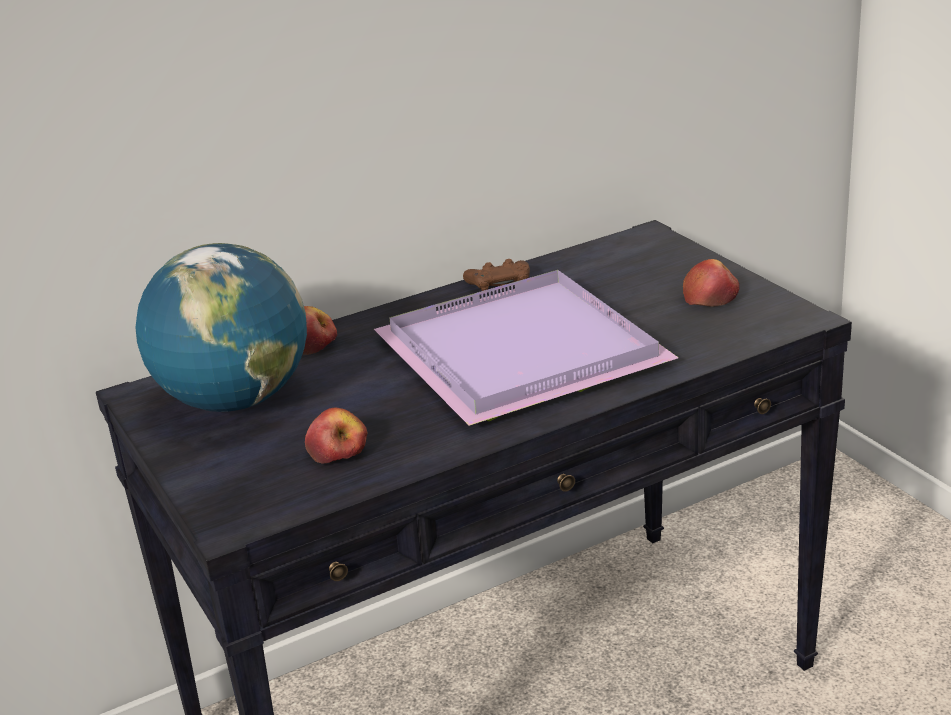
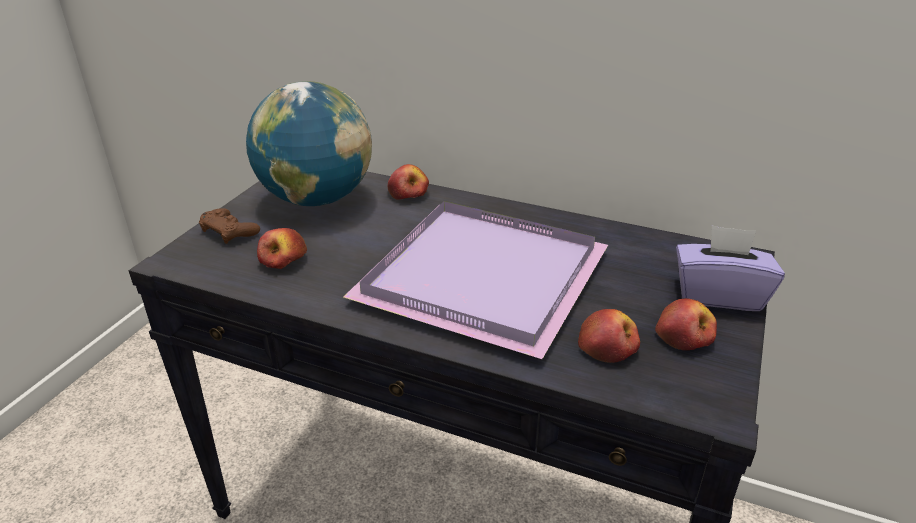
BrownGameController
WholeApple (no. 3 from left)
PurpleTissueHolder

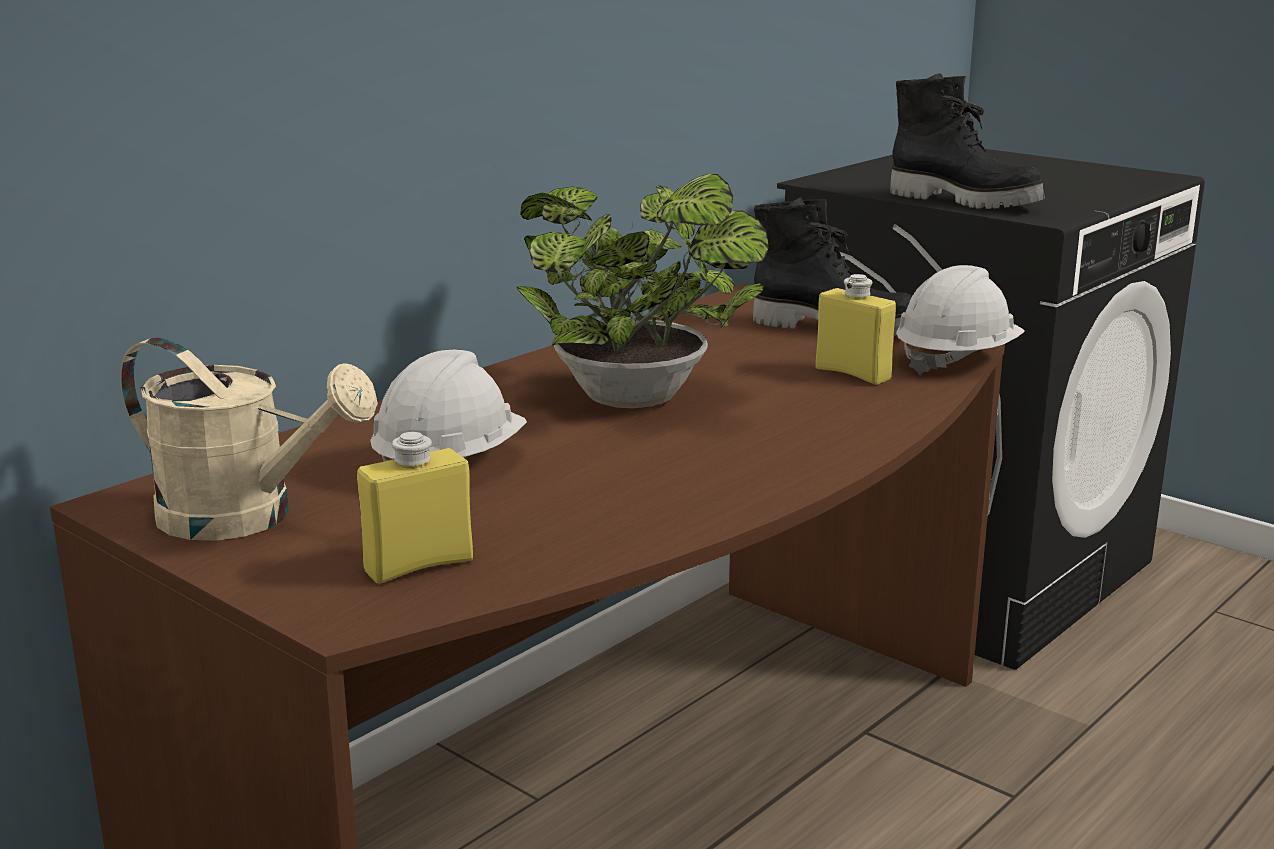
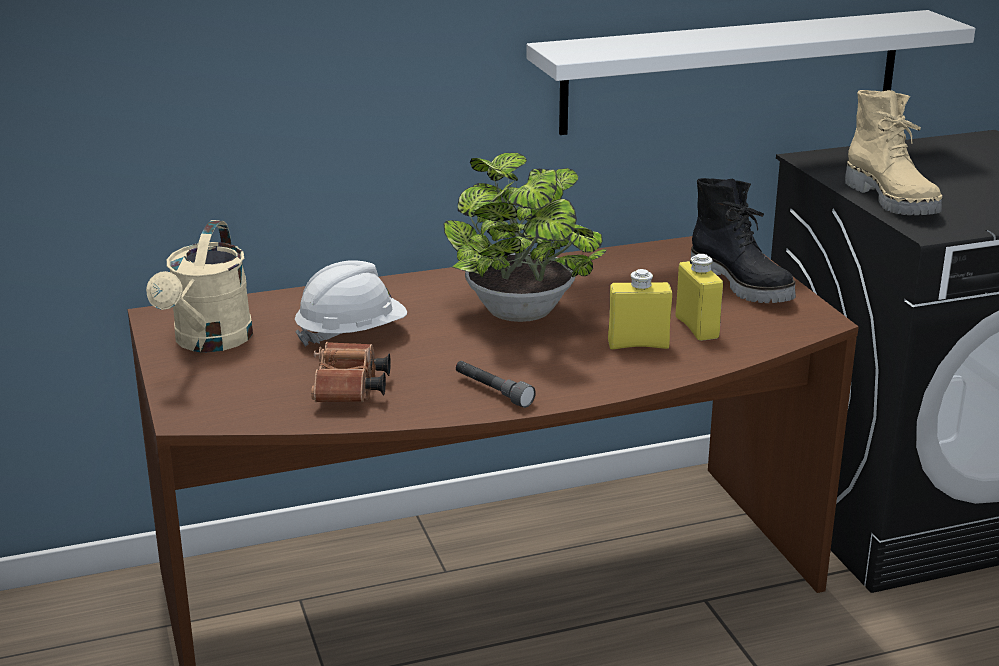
BeigeColouredWateringCan
BrownPairOfBinoculars
GrayHandTorch
WhitishWallShelf
YellowBeverageBottle (no. 1 from left)
BeigeColouredTallBoot
WhitishWorkHelmet (no. 2 from left in the first image)

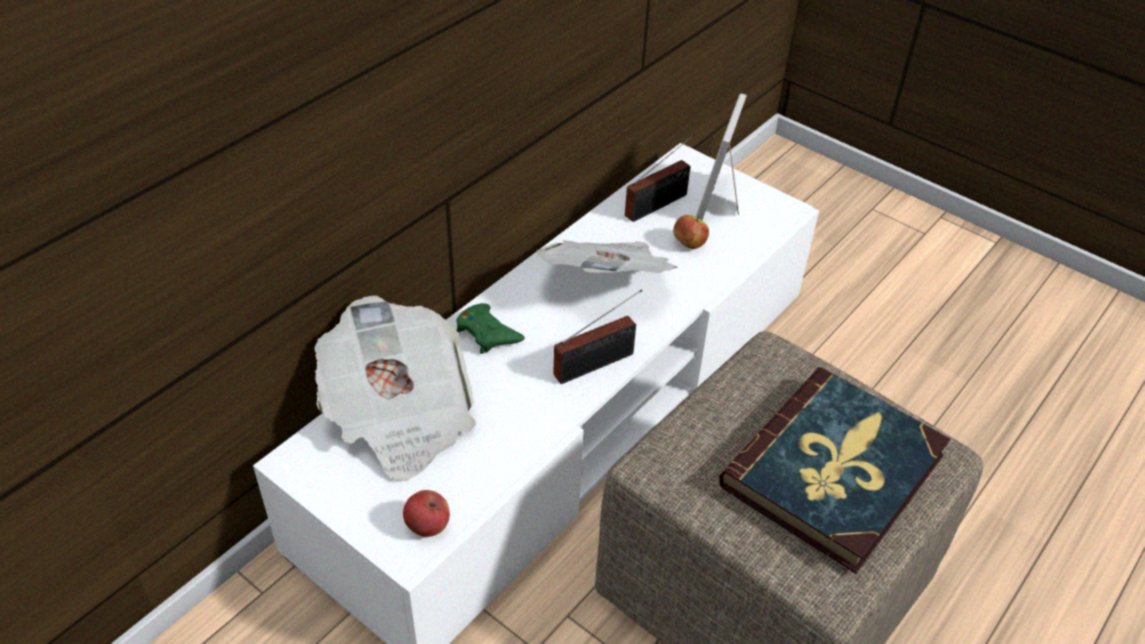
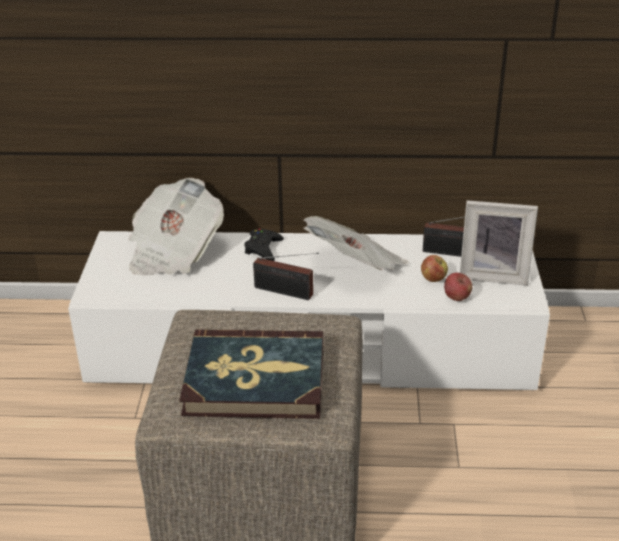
BlackGameController
WholeApple (no. 2 from left)
PhotoFrame

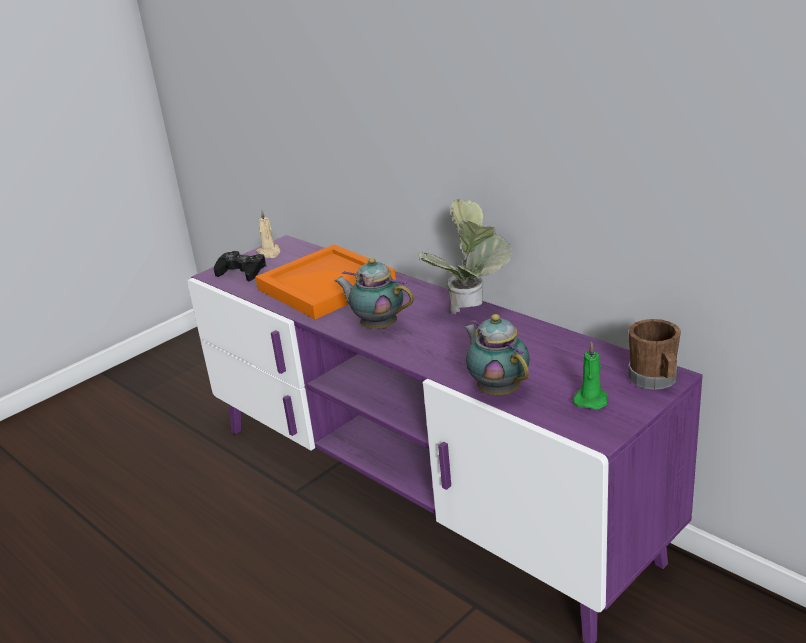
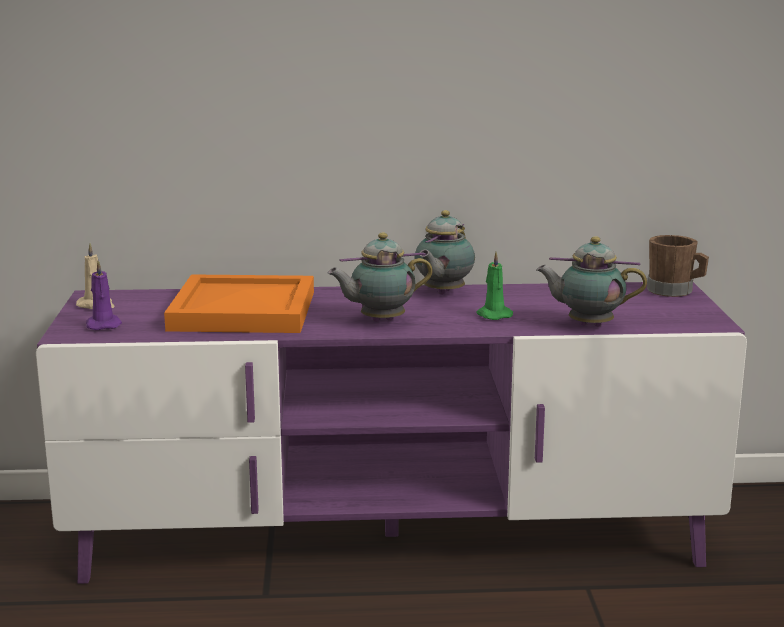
PurpleWaxCandle
PotForTea (no. 2 from left)
GreenWaxCandle

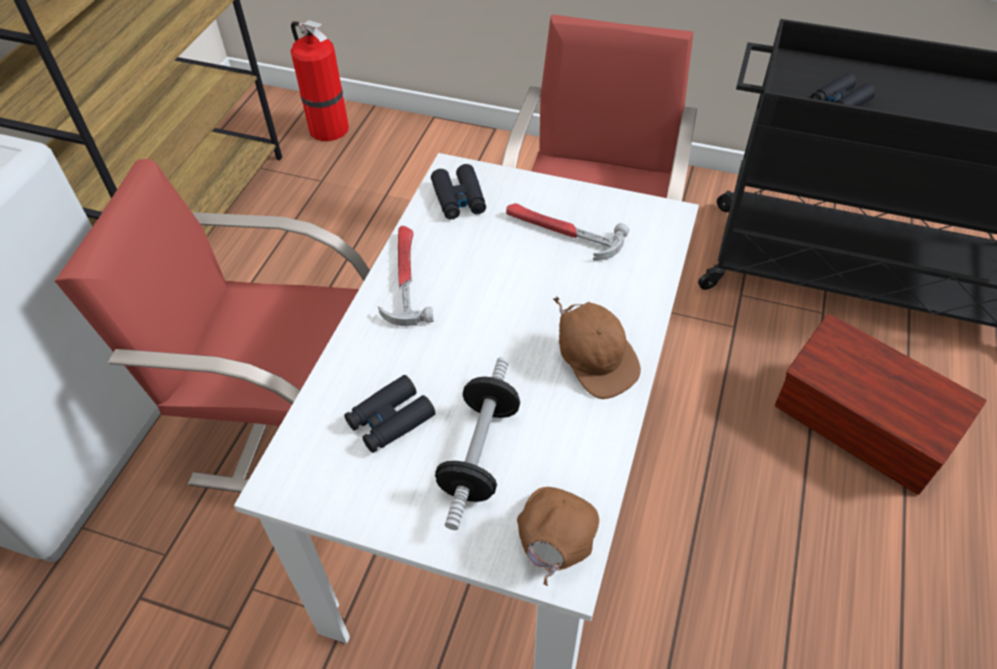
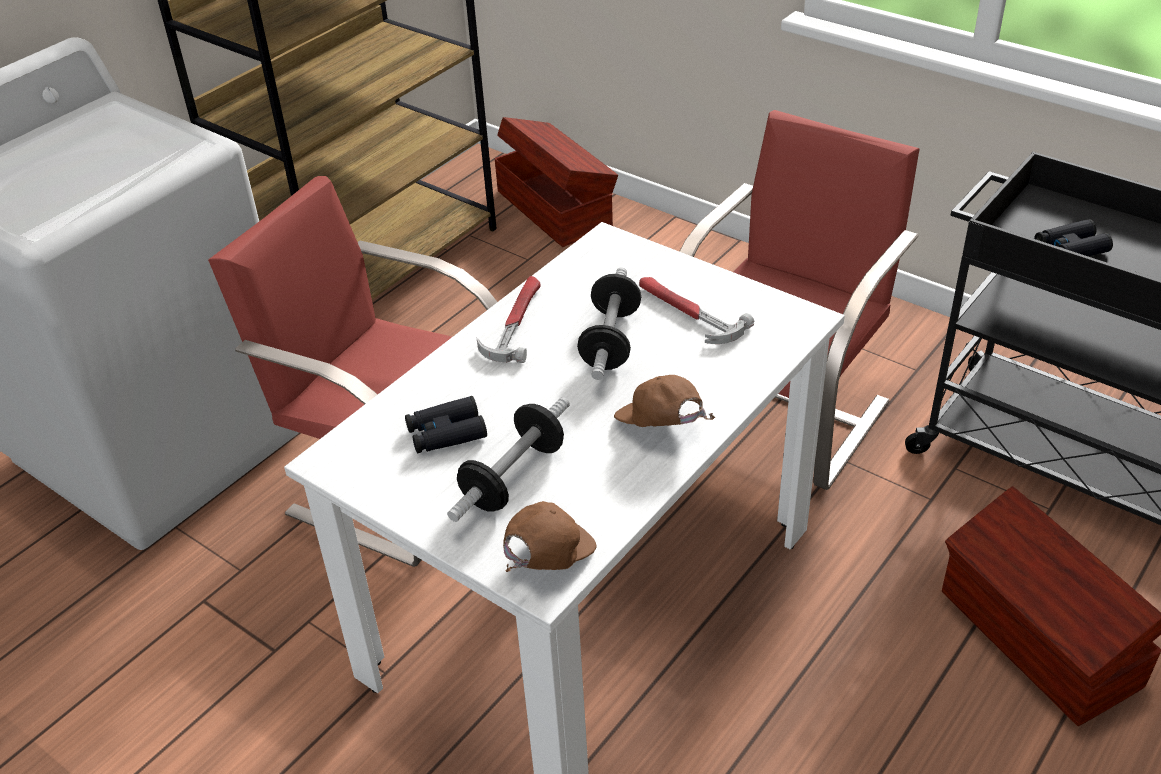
BrownStorageContainer (no. 1 from left)
FreeWeight (no. 2 from left)
BrownBaseballCap (no. 2 from left)
BlackPairOfBinoculars (no. 2 from left in the first image)

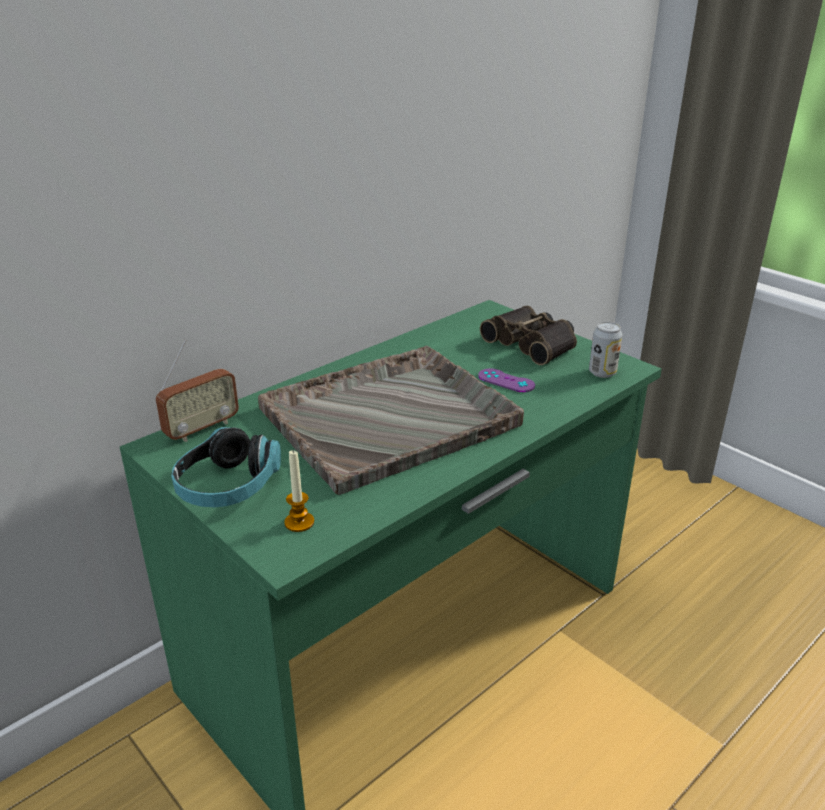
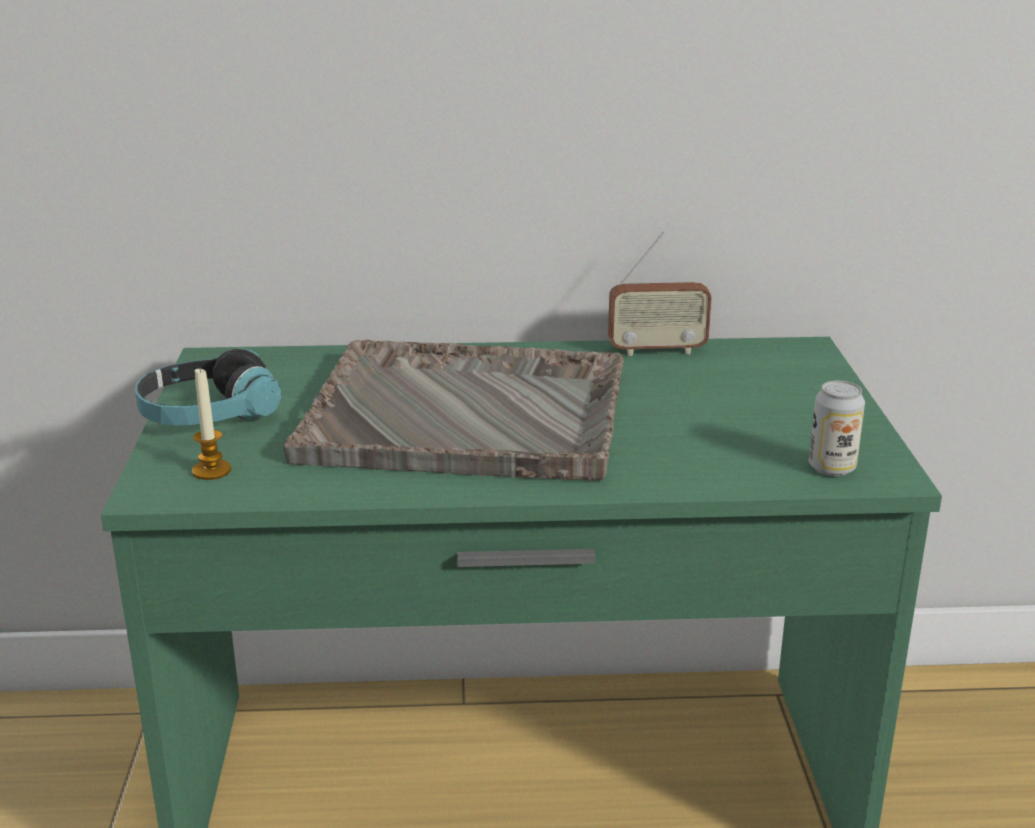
RadioReceiver
PurpleGameController
PairOfBinoculars

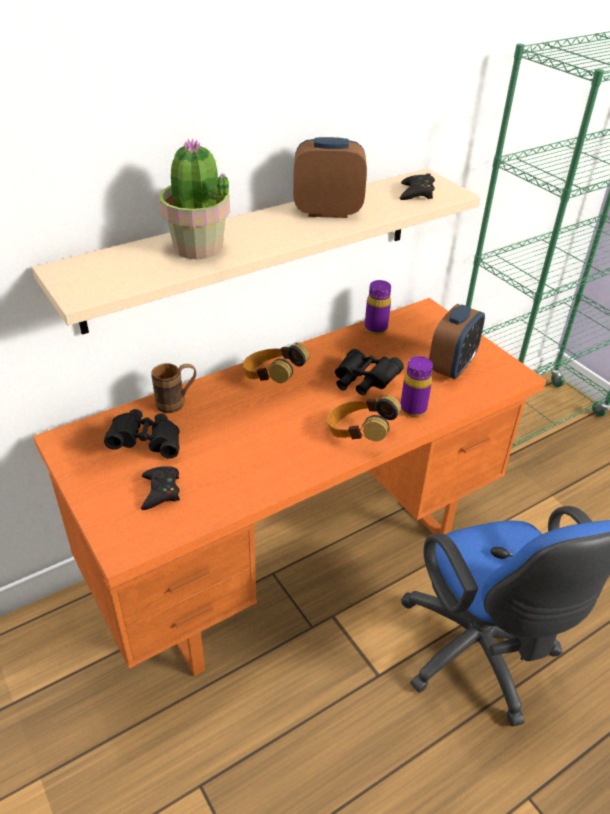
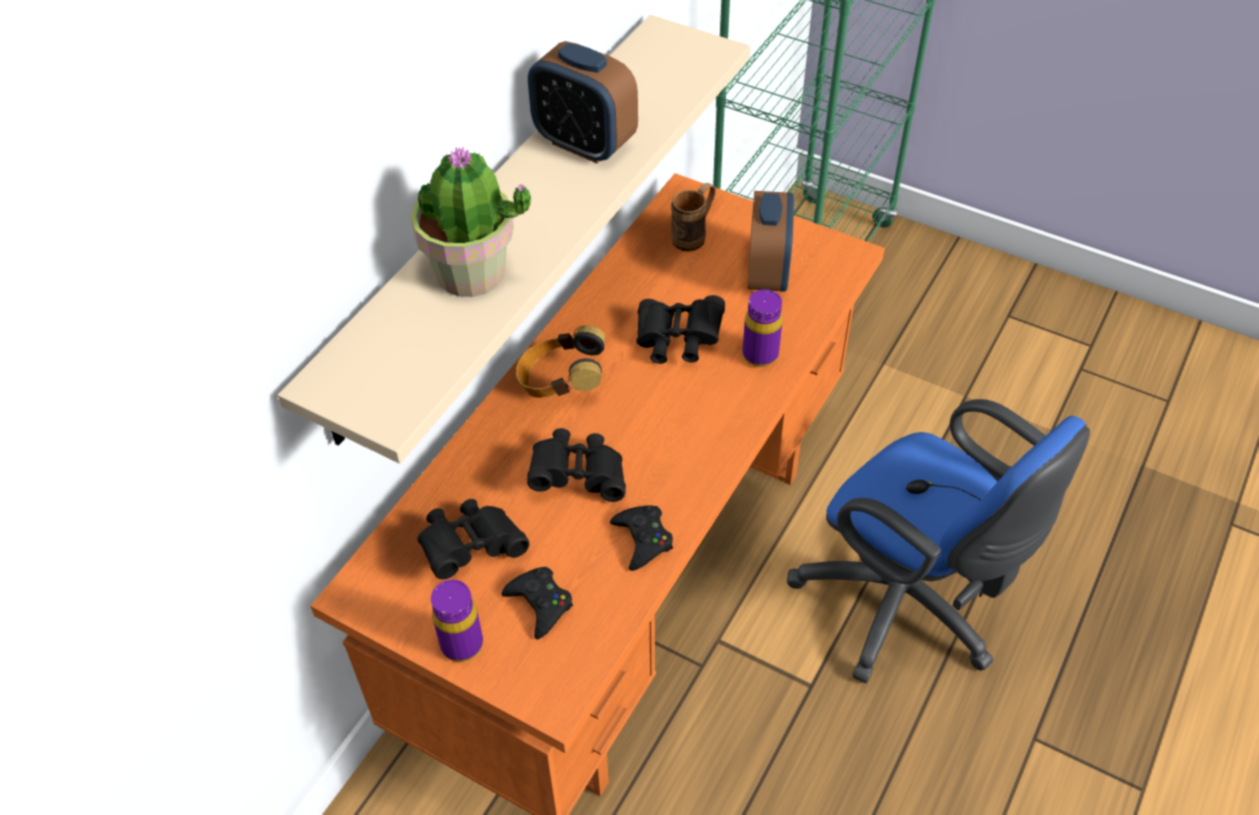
PurpleBeverageBottle (no. 1 from left)
BlackPairOfBinoculars (no. 2 from left)
AlarmClock (no. 1 from left)
BlackGameController (no. 2 from left)
BrownTeaMug
Headphones (no. 2 from left in the first image)

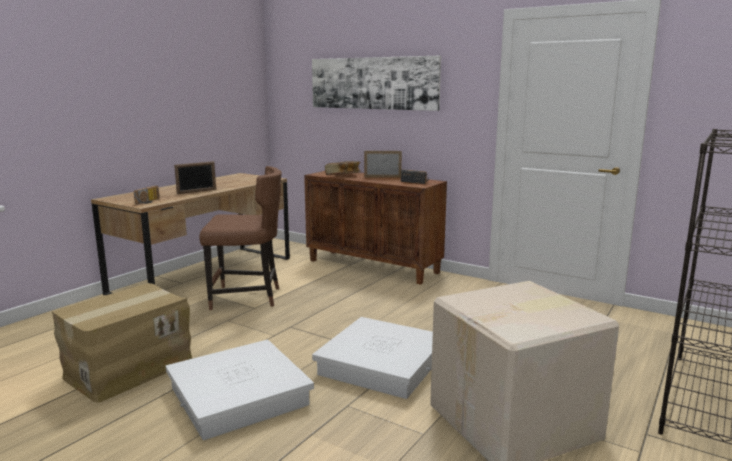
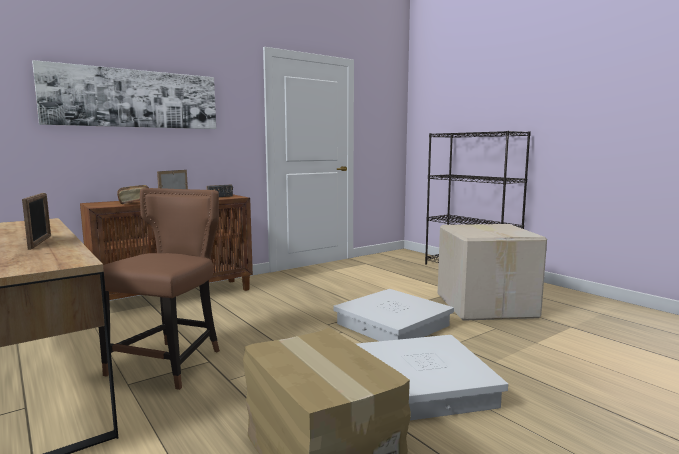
RadioReceiver (no. 1 from left in the first image)

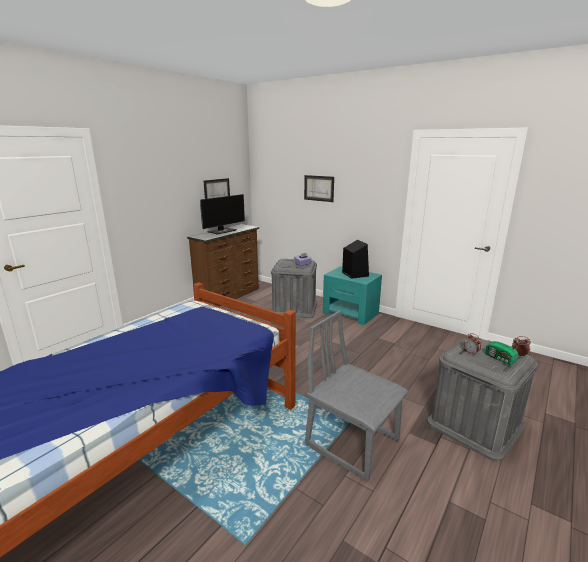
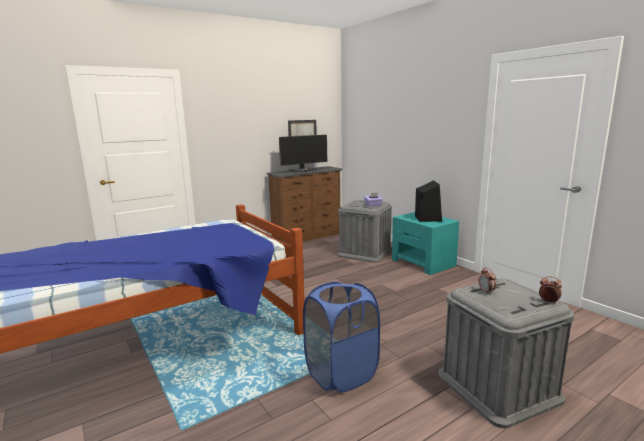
BlueColouredWashingBasket
WallPicture (no. 2 from left in the first image)
RadioReceiver

